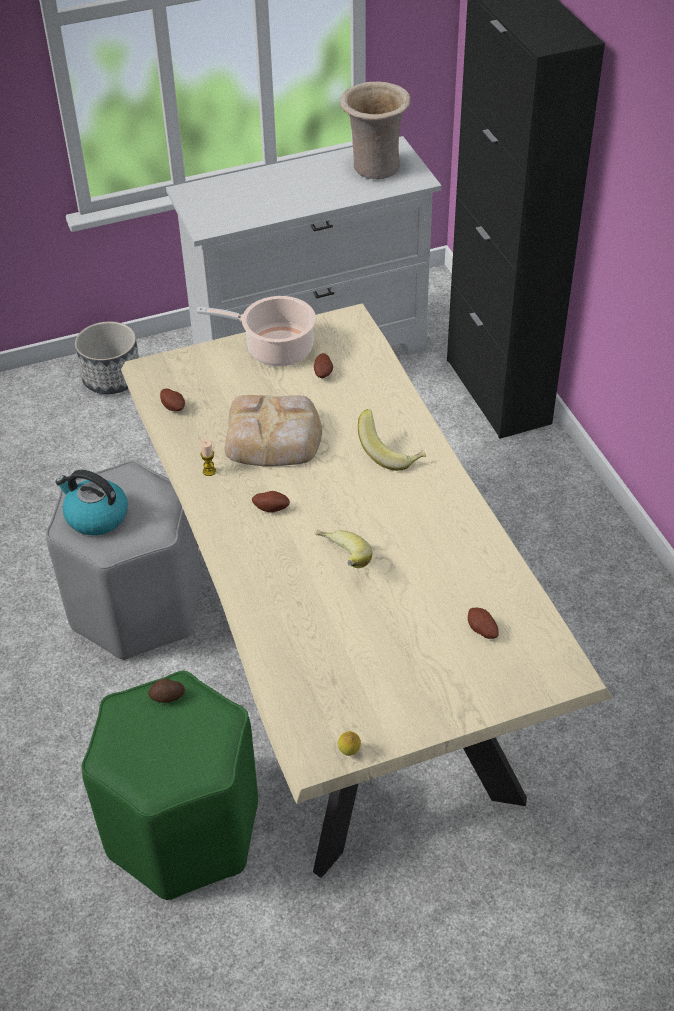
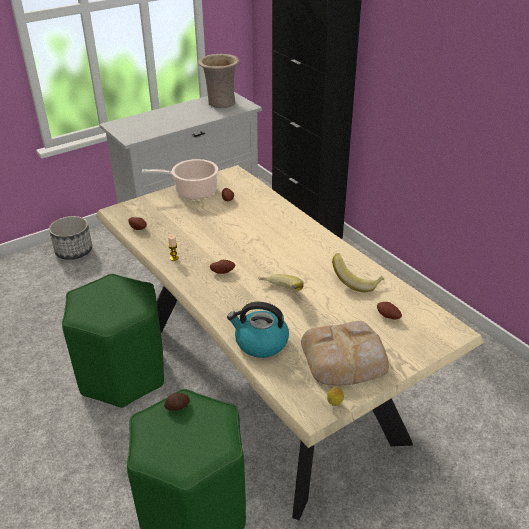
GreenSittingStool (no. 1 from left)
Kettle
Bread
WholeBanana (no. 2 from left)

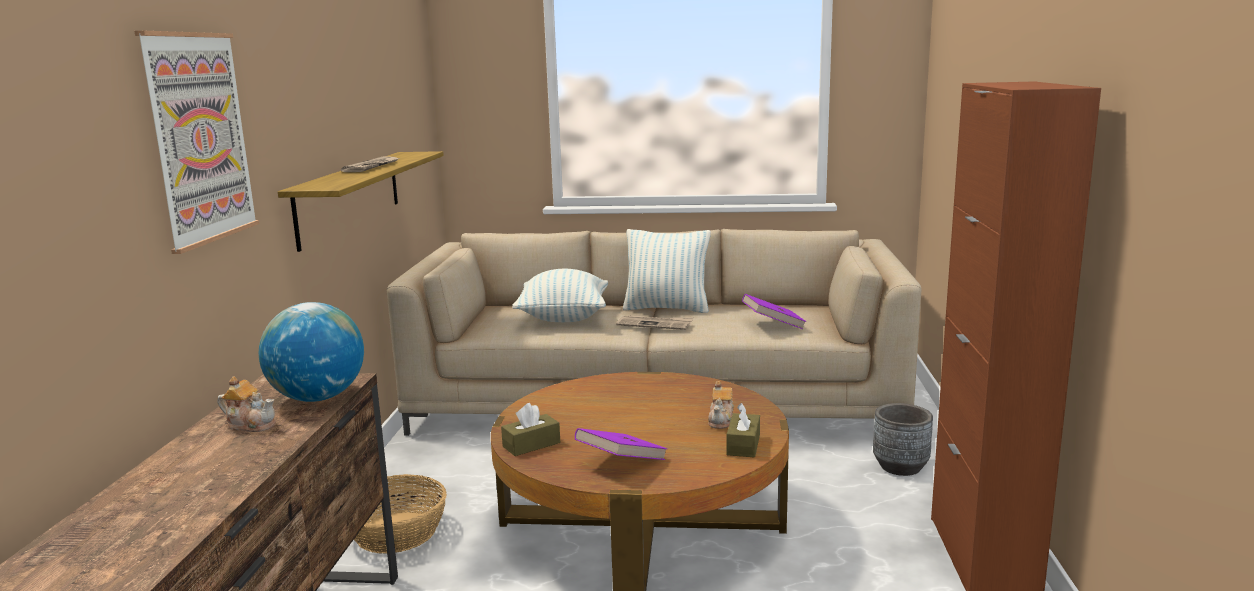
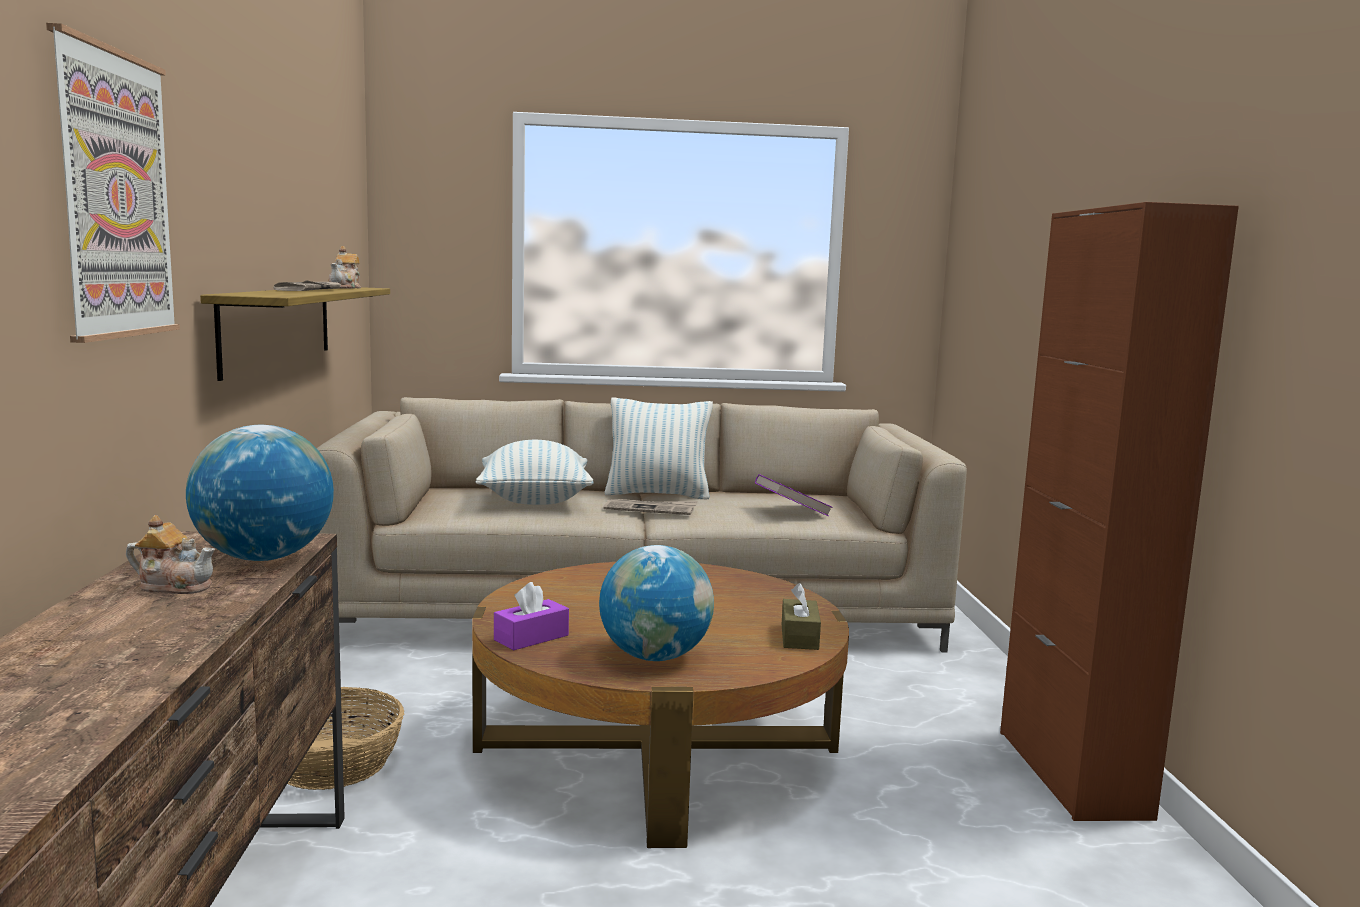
PotForTea (no. 2 from left)
PurpleTissueHolder
WorldGlobe (no. 2 from left)
GrayPlantPot

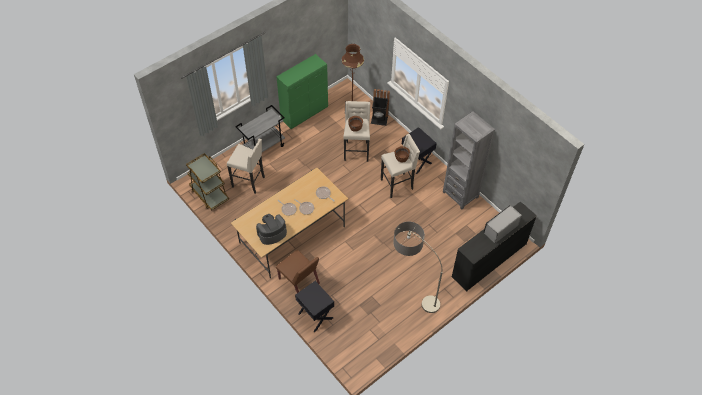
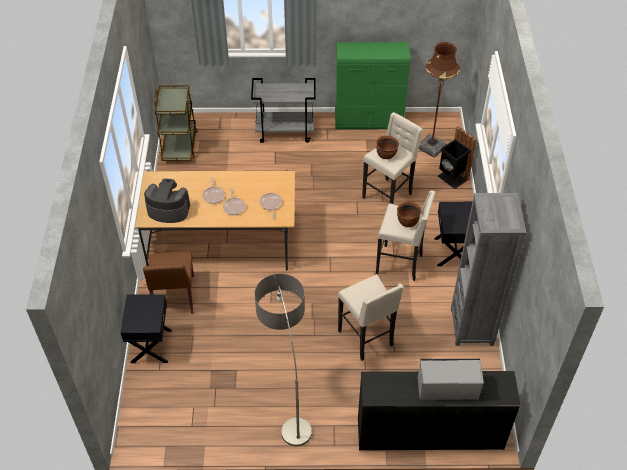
BeigeColouredSittingStool (no. 1 from left)

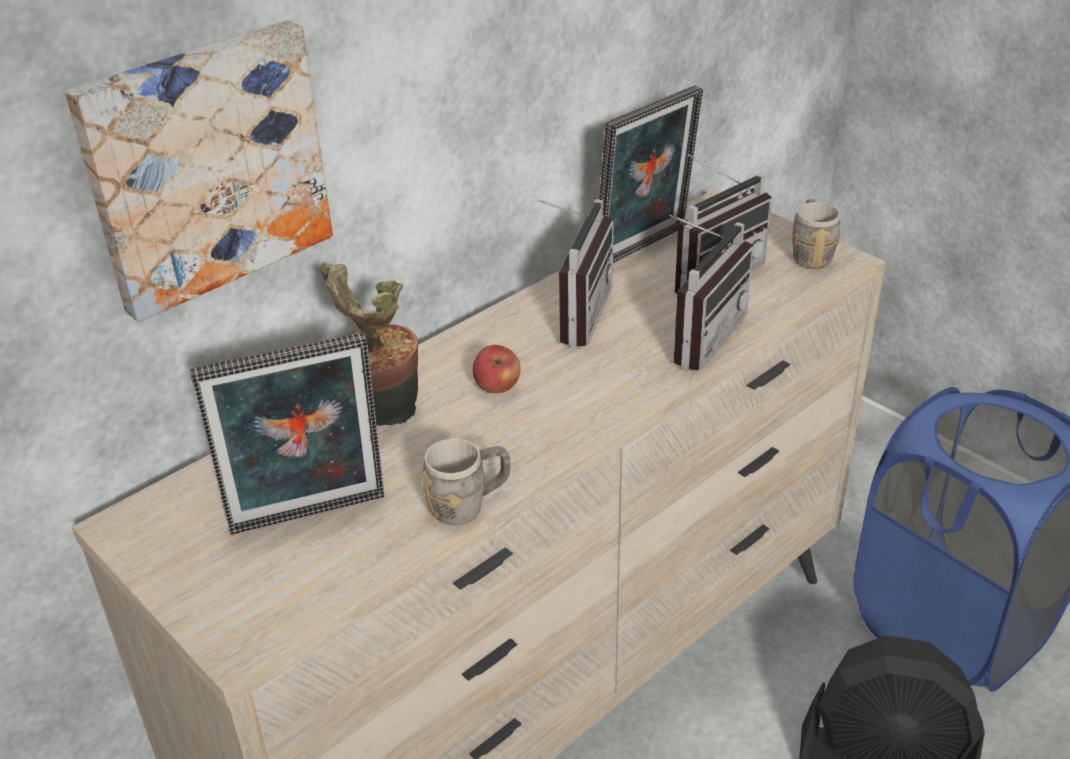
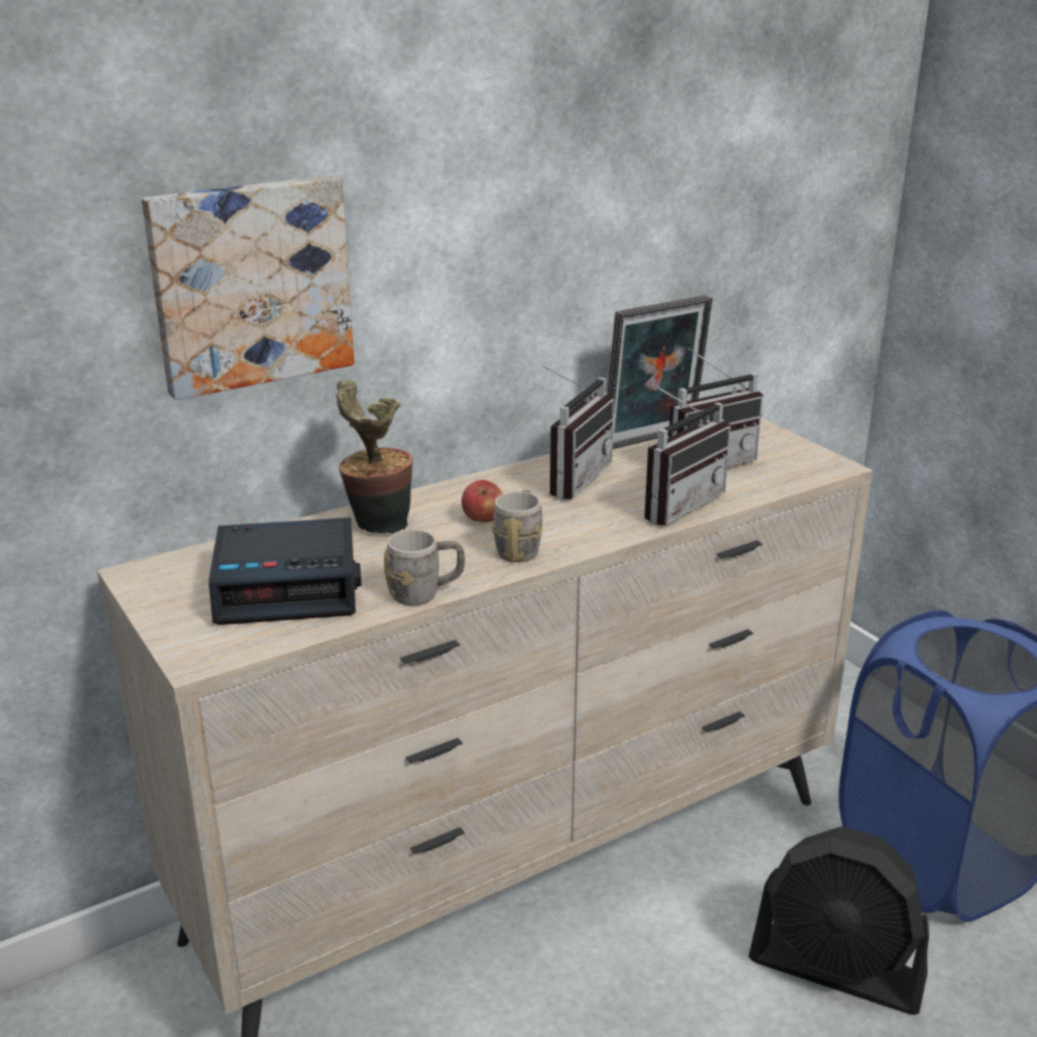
AlarmClock
GrayTeaMug (no. 2 from left)

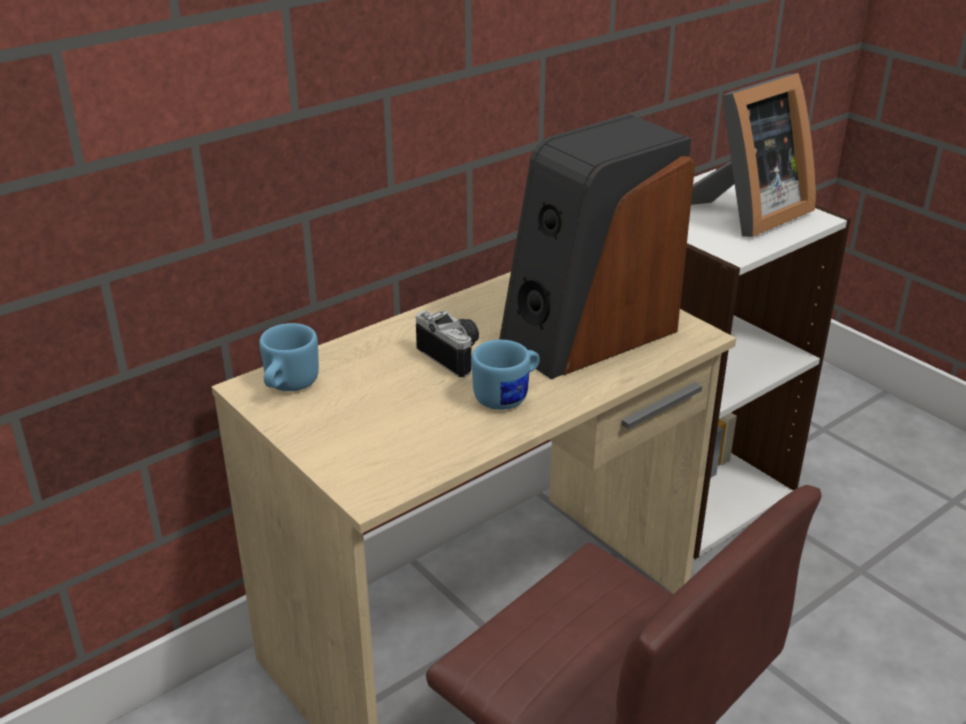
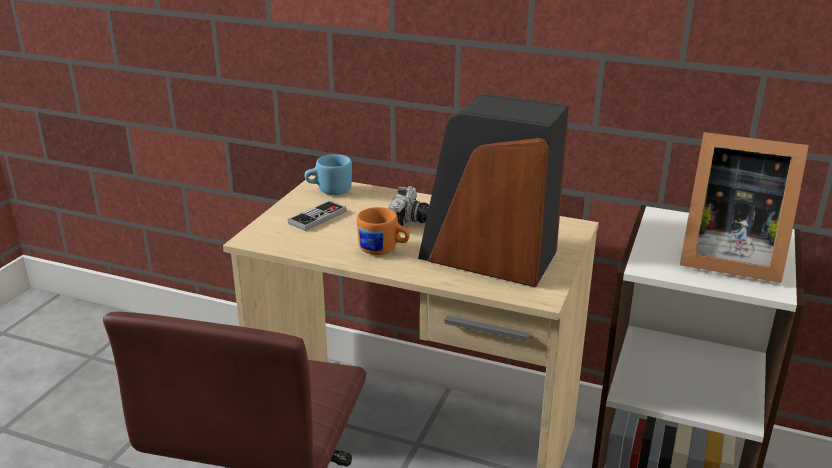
GameController
OrangeTeaMug

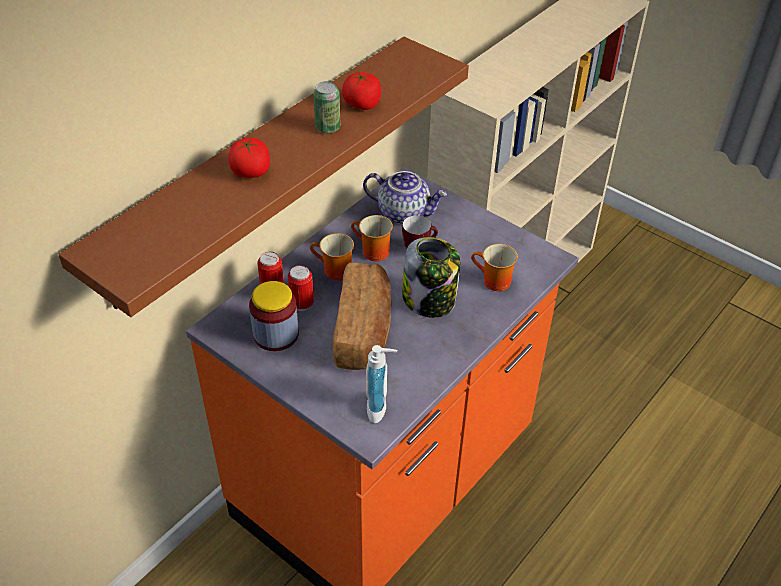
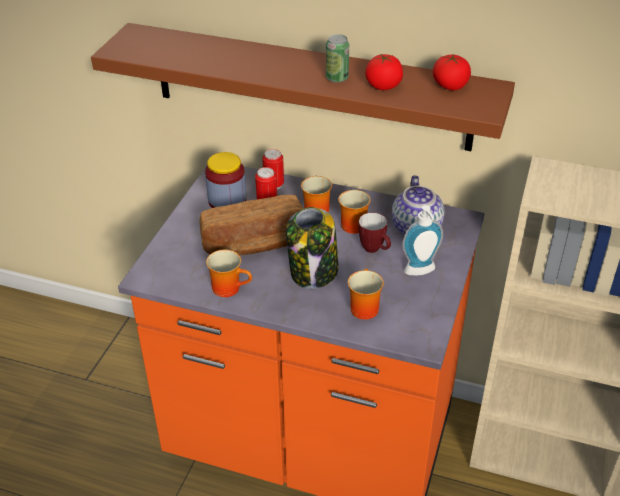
TeaMug (no. 1 from left)
SoapDispenser
FreshTomato (no. 2 from left)

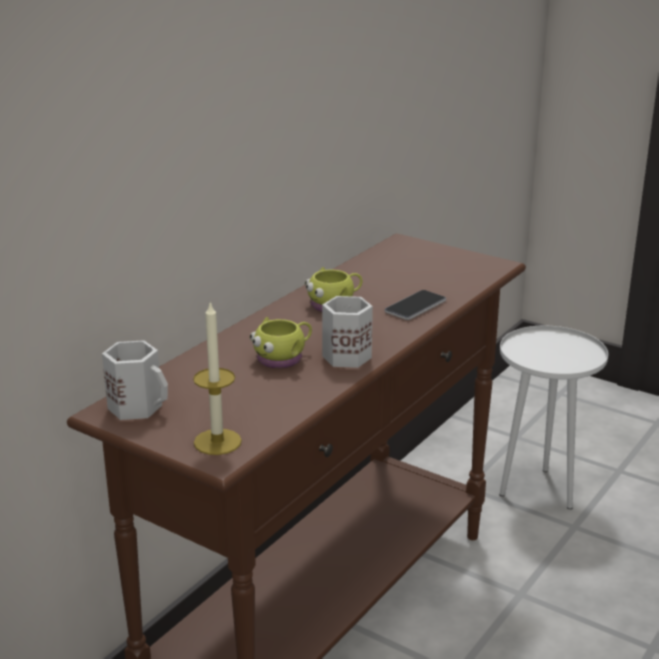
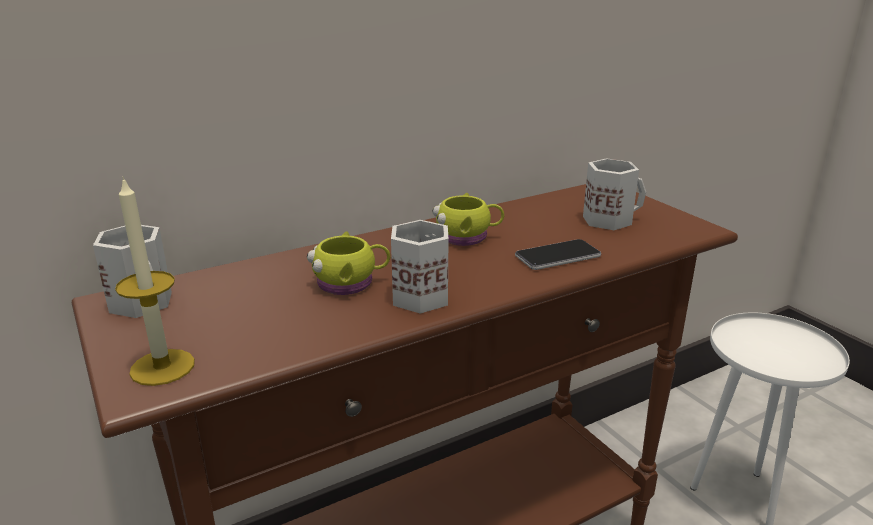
WhitishTeaMug (no. 3 from left)

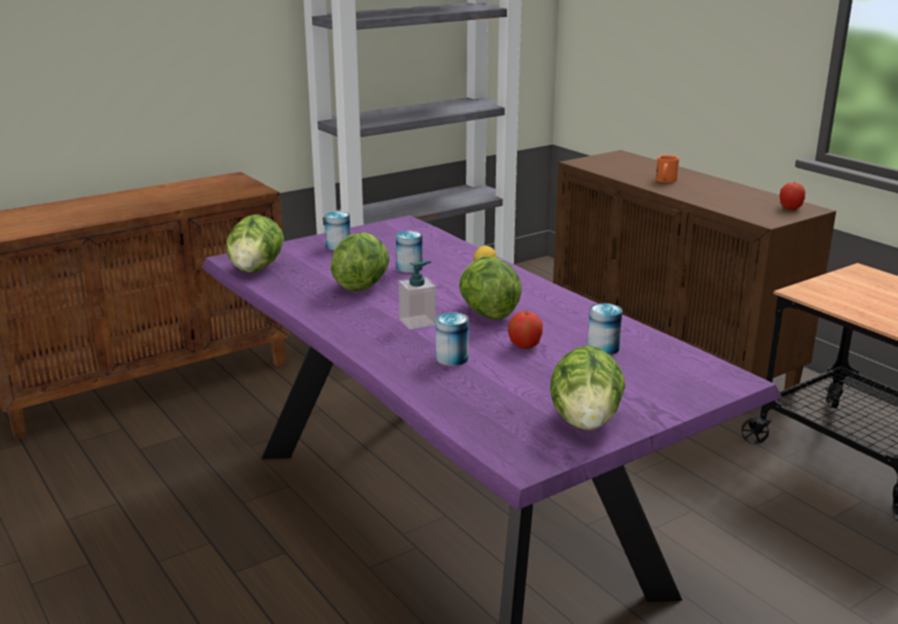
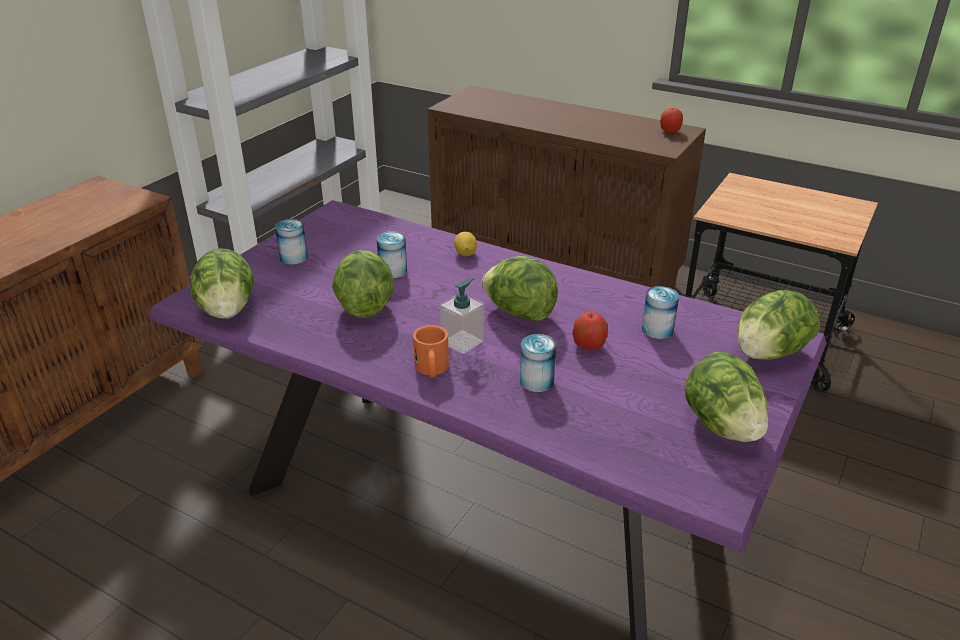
OrangeTeaMug
Lettuce (no. 5 from left)

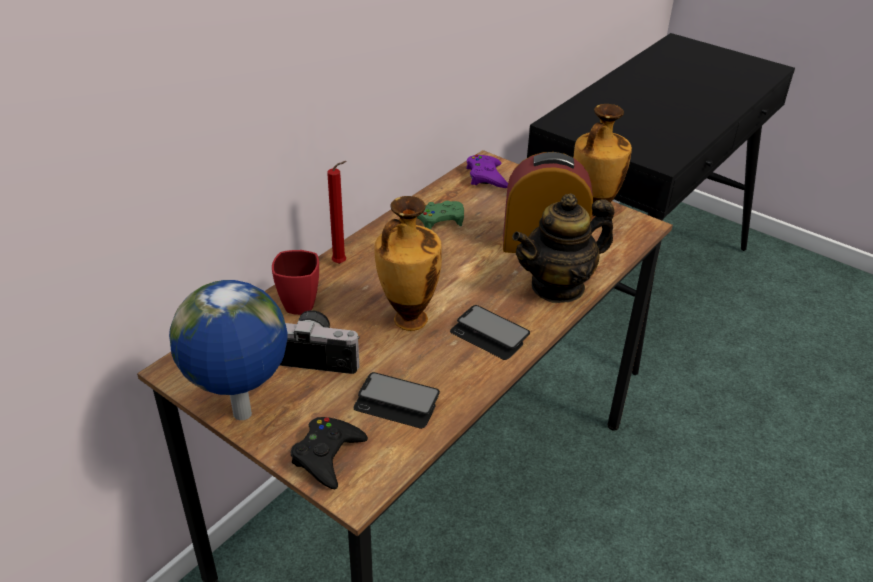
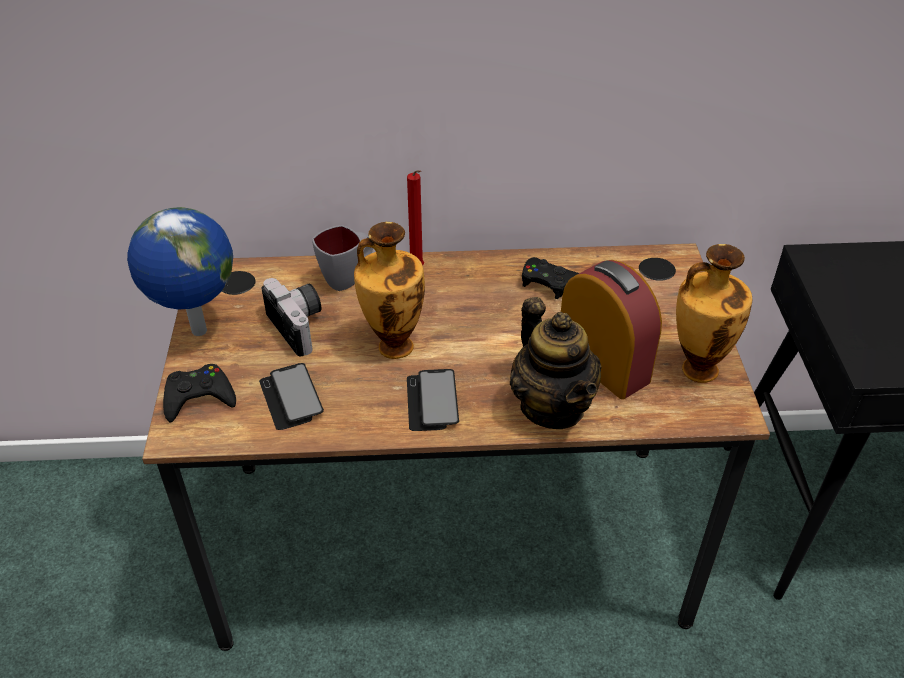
GrayTeaMug
PotForTea
BlackGameController (no. 2 from left)
PurpleGameController

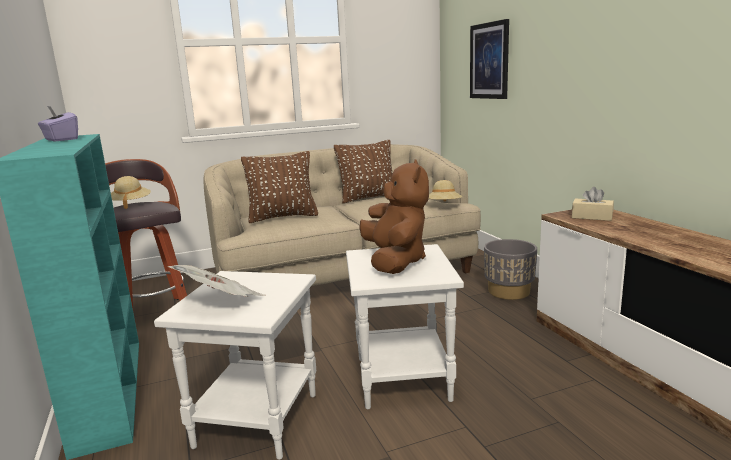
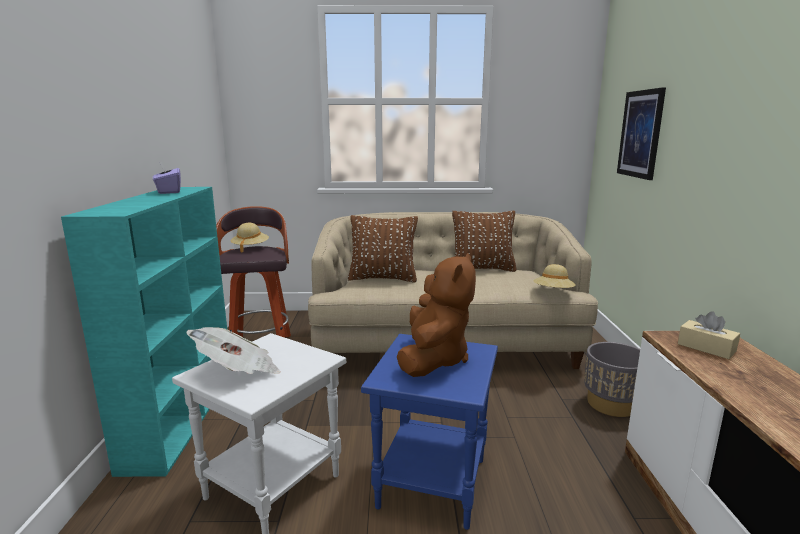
BlueColouredSideTable

